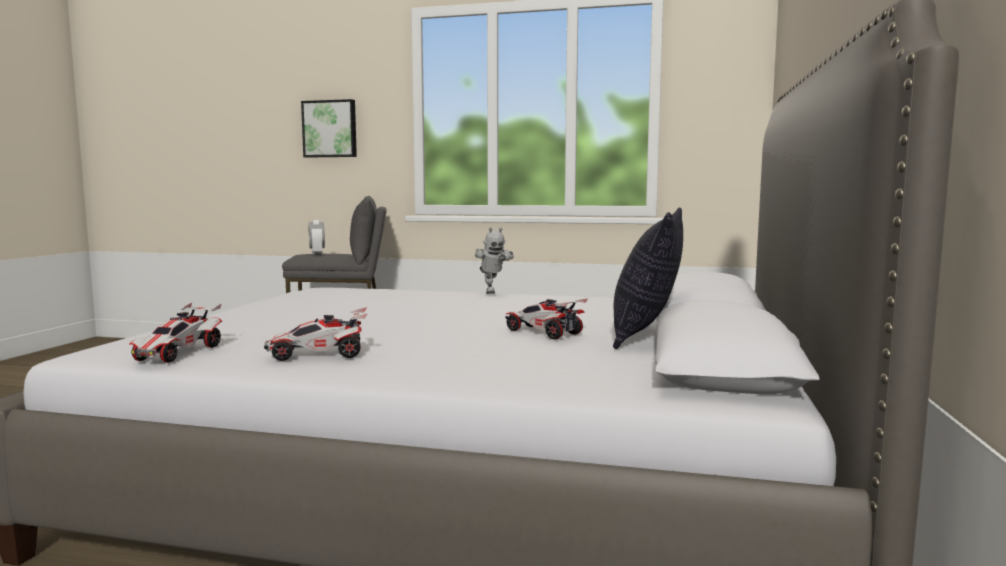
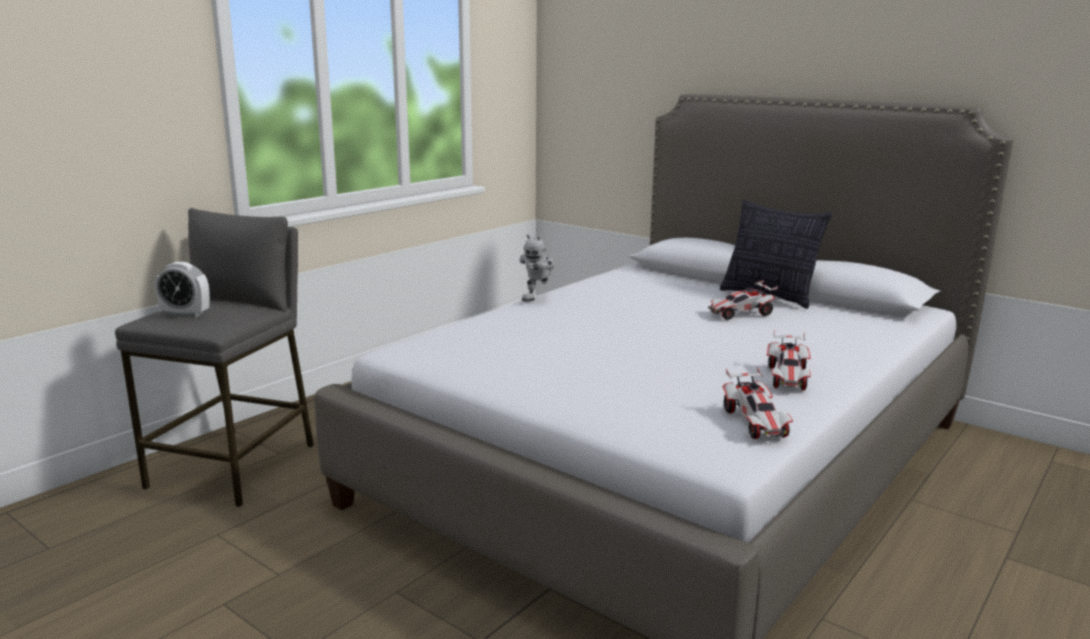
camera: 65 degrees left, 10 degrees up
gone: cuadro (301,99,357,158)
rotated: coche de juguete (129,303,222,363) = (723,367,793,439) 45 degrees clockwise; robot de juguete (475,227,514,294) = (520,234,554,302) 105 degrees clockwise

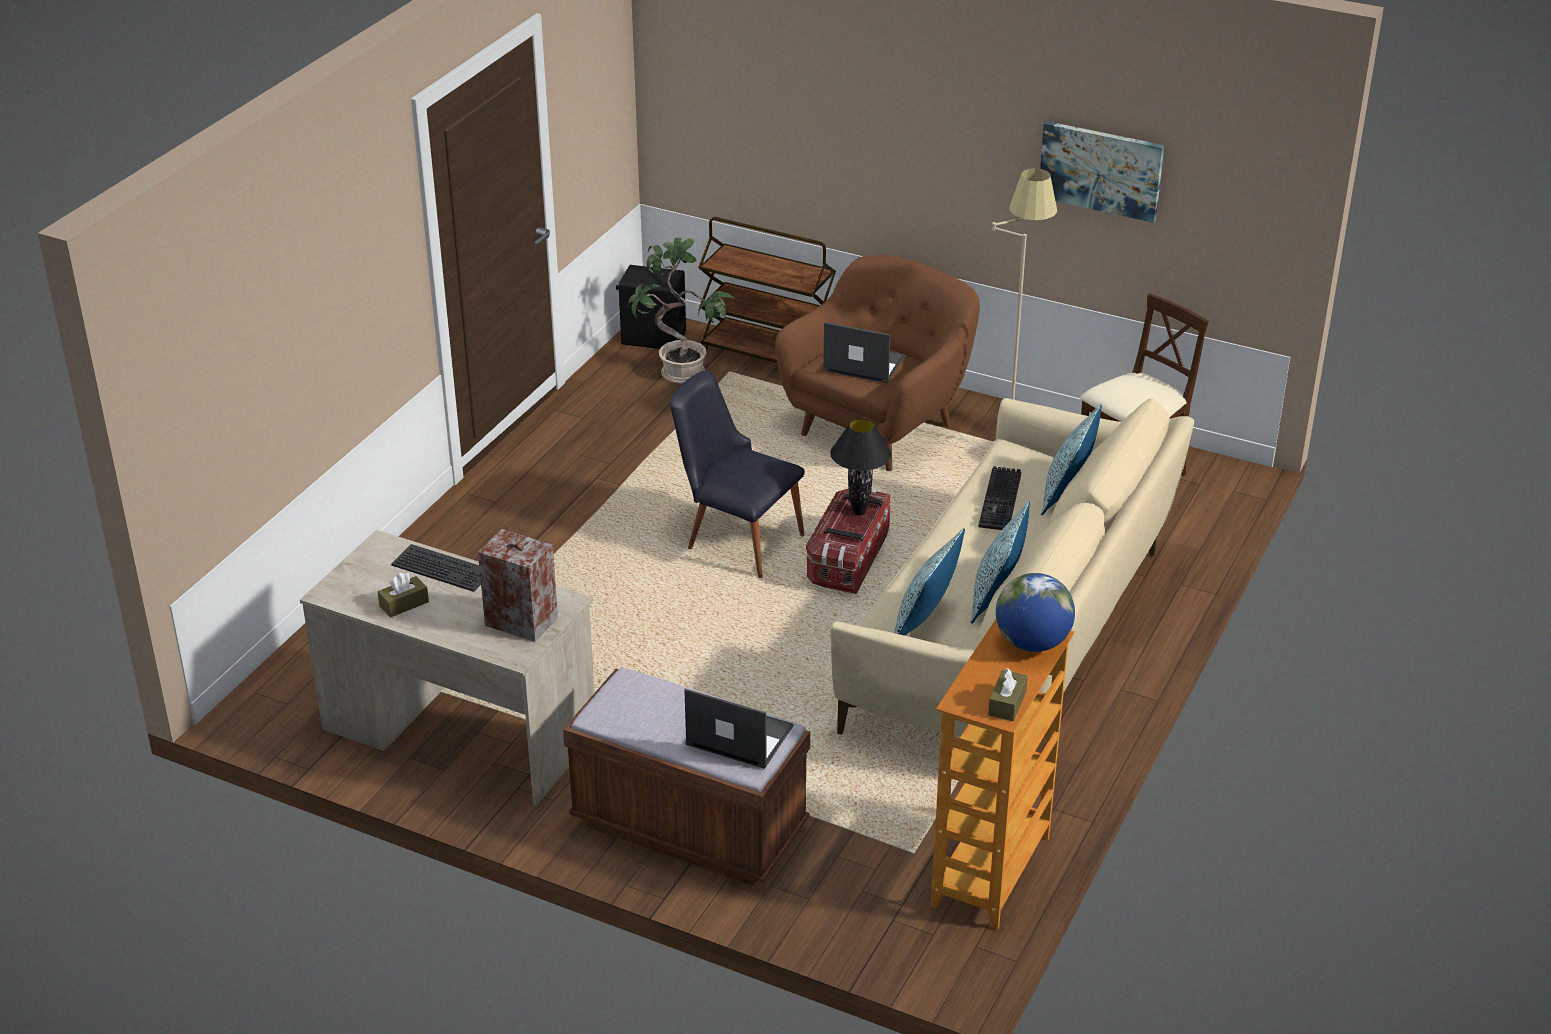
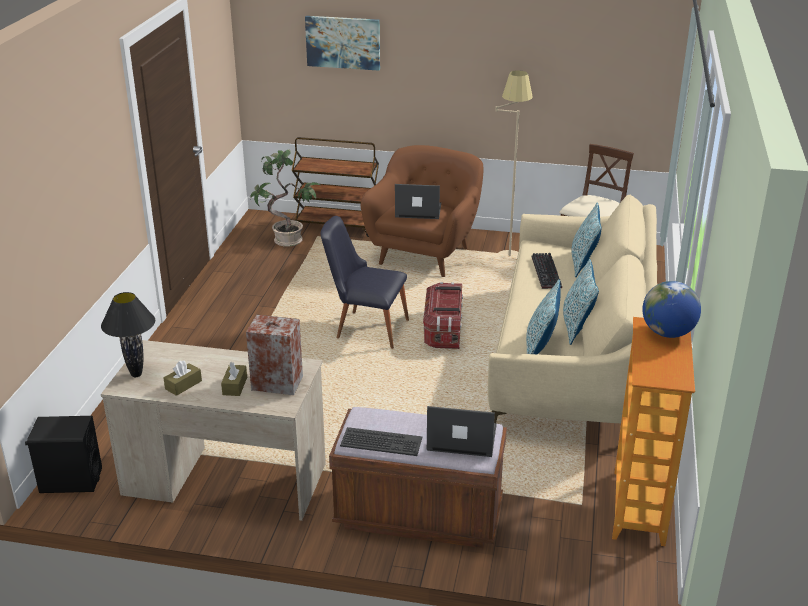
camera: 15 degrees left, 5 degrees down
shifted: teclado (391,544,481,592) to (340,427,423,456); altavoz [negro] (616,265,686,349) to (25,416,102,493); lámpara de mesa [negro] (830,418,891,515) to (101,292,155,377); caja de pañuelos [marrón] (988,668,1028,721) to (221,362,247,396); cuadro (1040,121,1164,223) to (305,16,380,71)

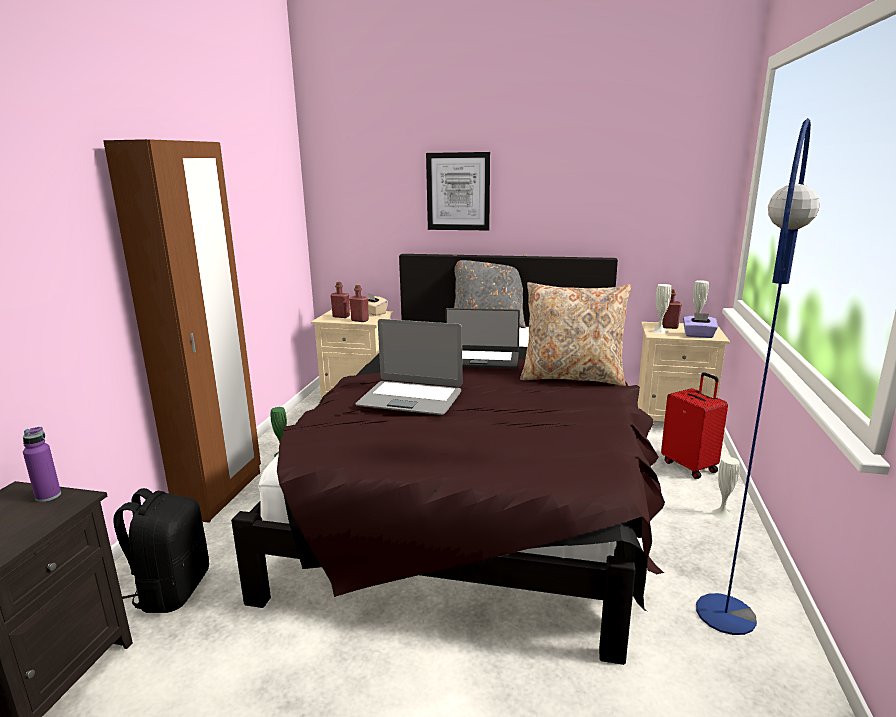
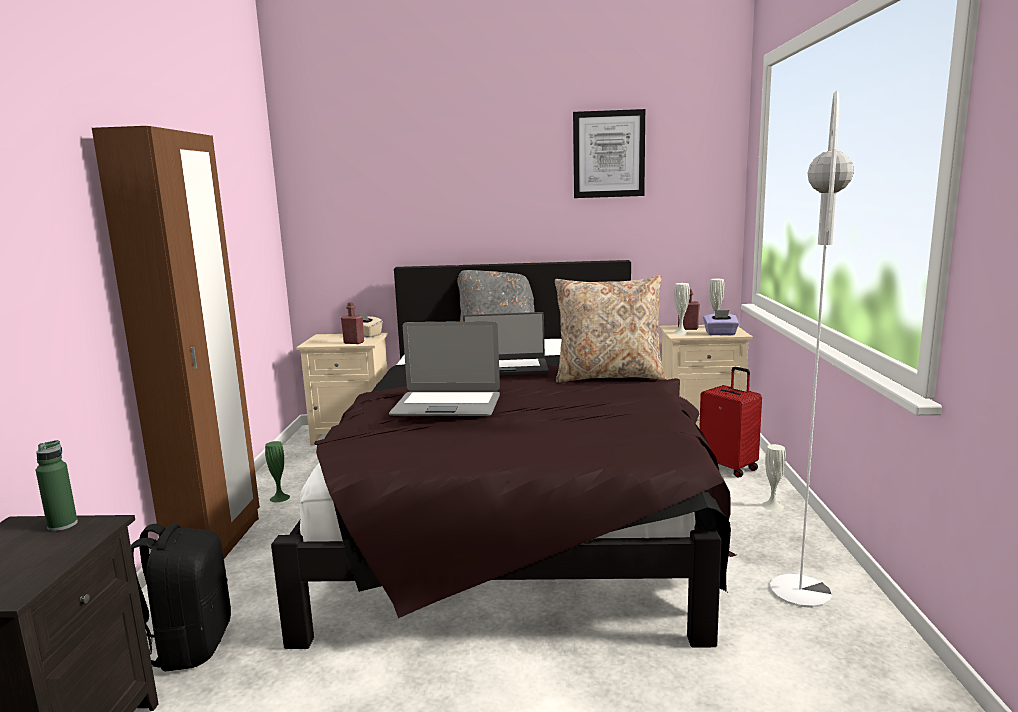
camera: 10 degrees left, 5 degrees down
gone: botella [rojo] (330,282,350,318)
shifted: cuadro (426,152,490,230) to (573,109,645,198)
repainted: botella [morado] (23,427,61,502) to botella [verde] (36,440,78,531); lámpara de pie [azul] (696,118,819,635) to lámpara de pie [blanco] (770,91,854,608)

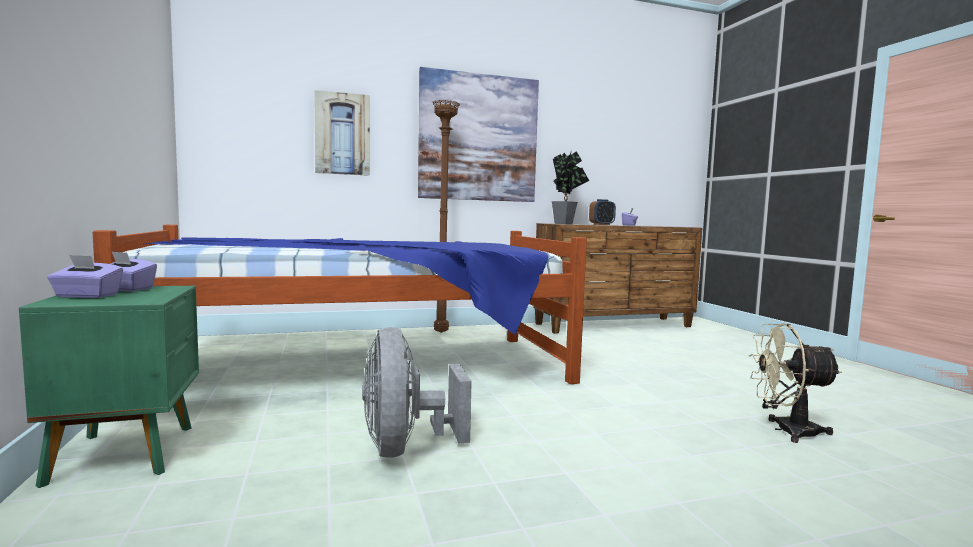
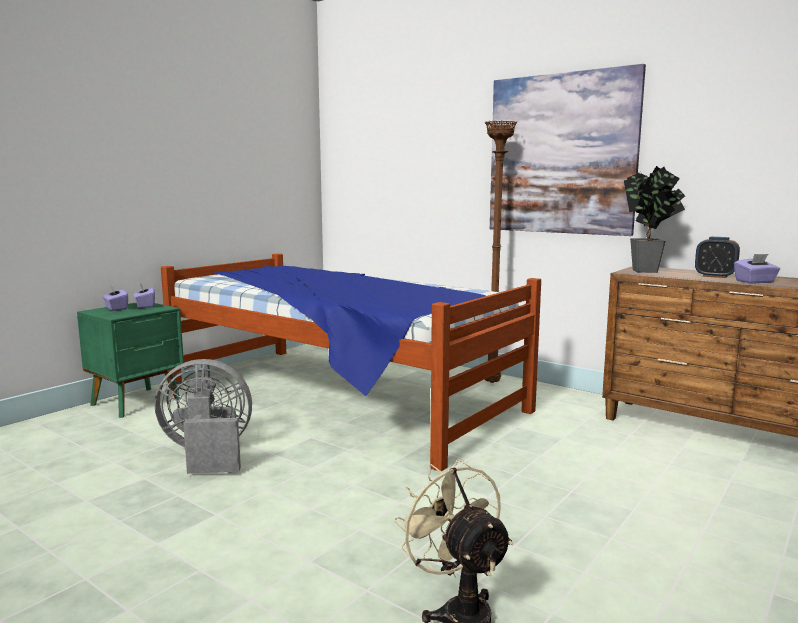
camera: 55 degrees right, 5 degrees up
gone: cuadro (314,90,370,176)
rotated: ventilador [gris] (362,327,472,458) = (155,359,252,474) 45 degrees clockwise

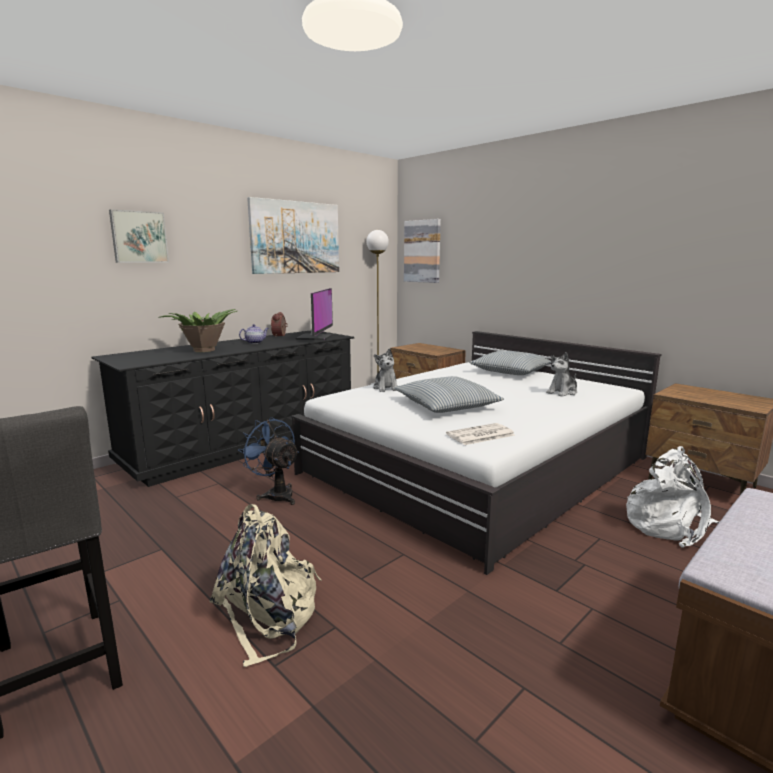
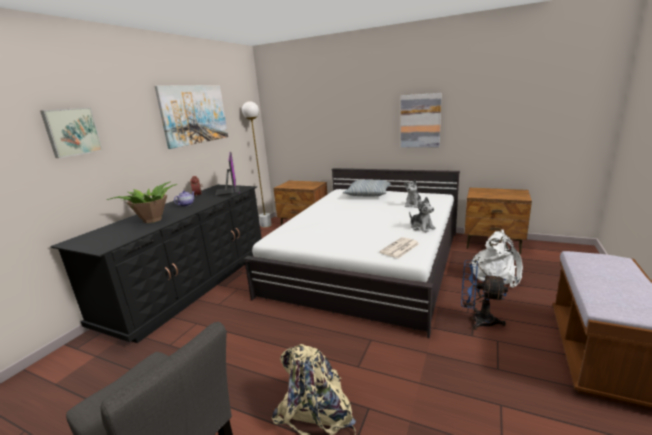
camera: 20 degrees left, 5 degrees up
gone: cojín (394,376,504,413)
shifted: ventilador [azul] (238,417,299,505) to (461,260,508,330); peluche (373,348,398,392) to (409,197,436,232); cuadro (404,219,441,283) to (401,93,442,148)

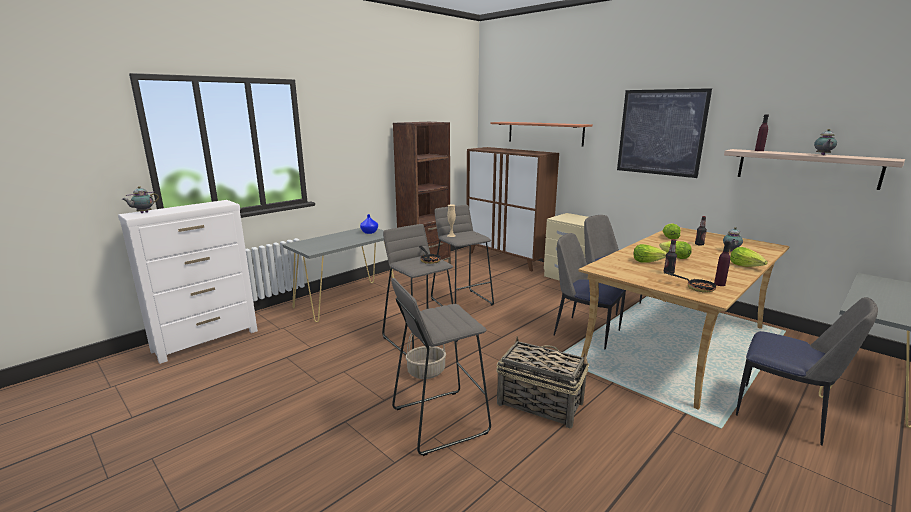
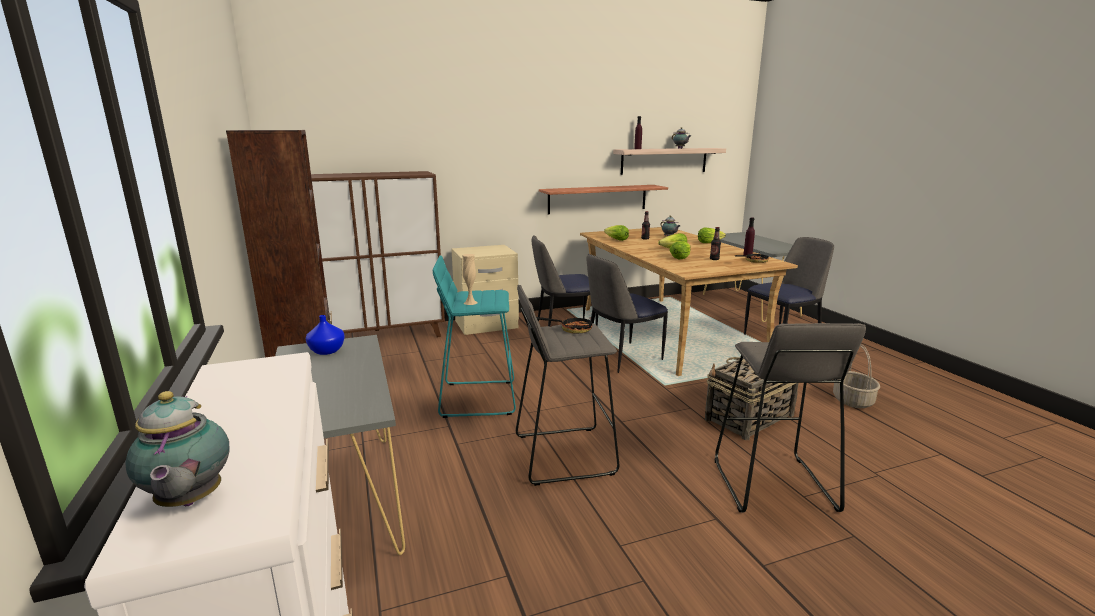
camera: 65 degrees left, 0 degrees up
gone: cuadro (617,88,712,178)
shifted: cesta (405,333,446,379) to (833,344,880,408); estante (491,122,593,146) to (539,185,668,214)
repainted: taburete [gris] (431,205,494,306) to taburete [turquesa] (433,255,516,418)

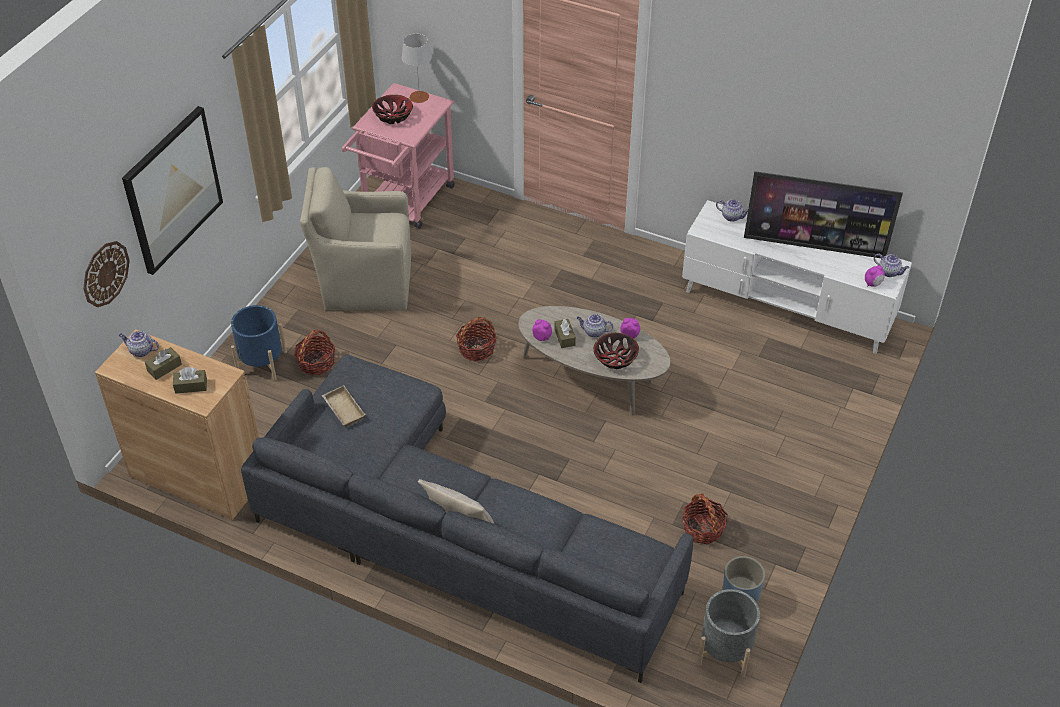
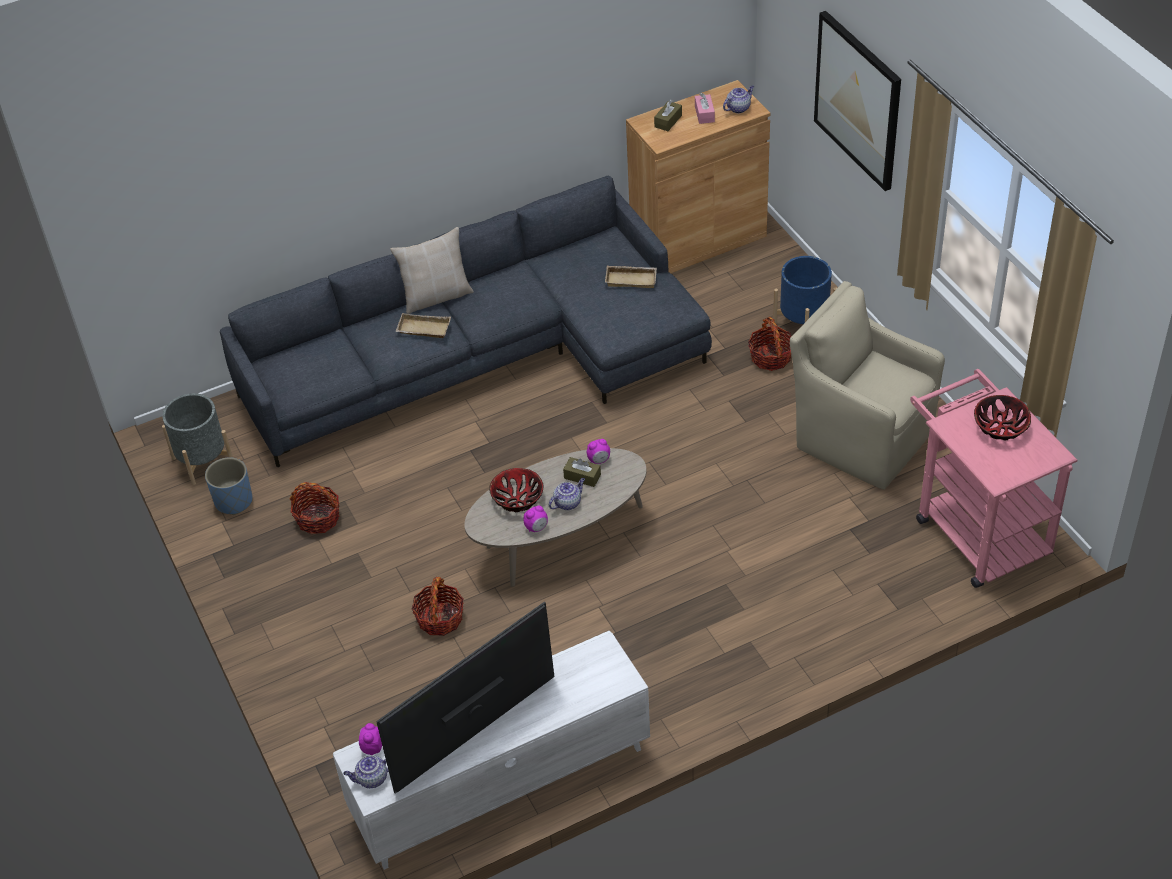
camera: 130 degrees right, 0 degrees up
gone: reloj de pared (83,241,130,307); lámpara de mesa [gris] (402,34,432,103); tetera (716,199,748,222)
new: bandeja [beis] (395,313,451,338)
shifted: cesta (456,317,497,362) to (411,577,464,636)
repainted: caja de pañuelos [marrón] (145,347,182,380) to caja de pañuelos [rosa] (695,93,715,124)
rotated: sillón [beis] (300,167,411,311) = (790,281,945,489) 90 degrees counterclockwise

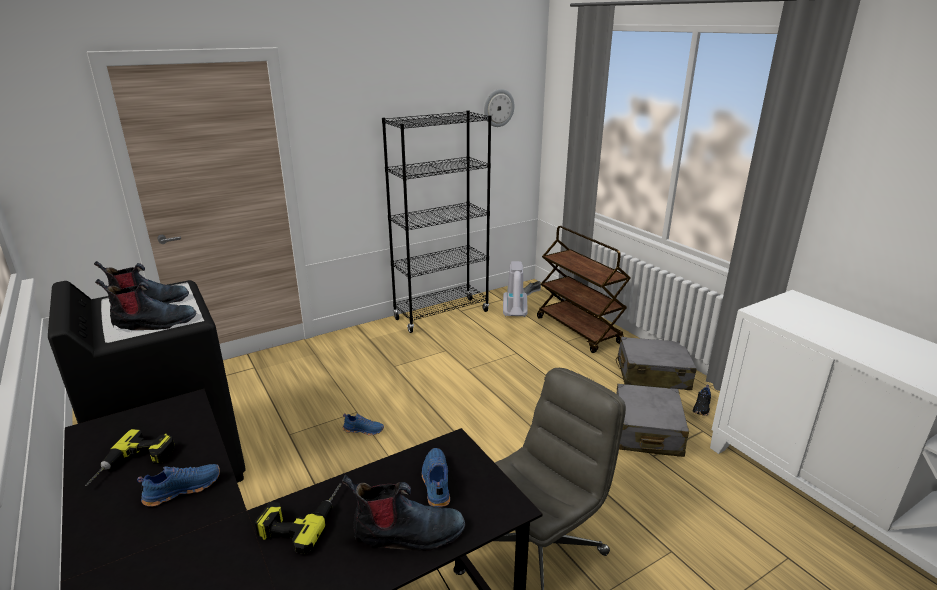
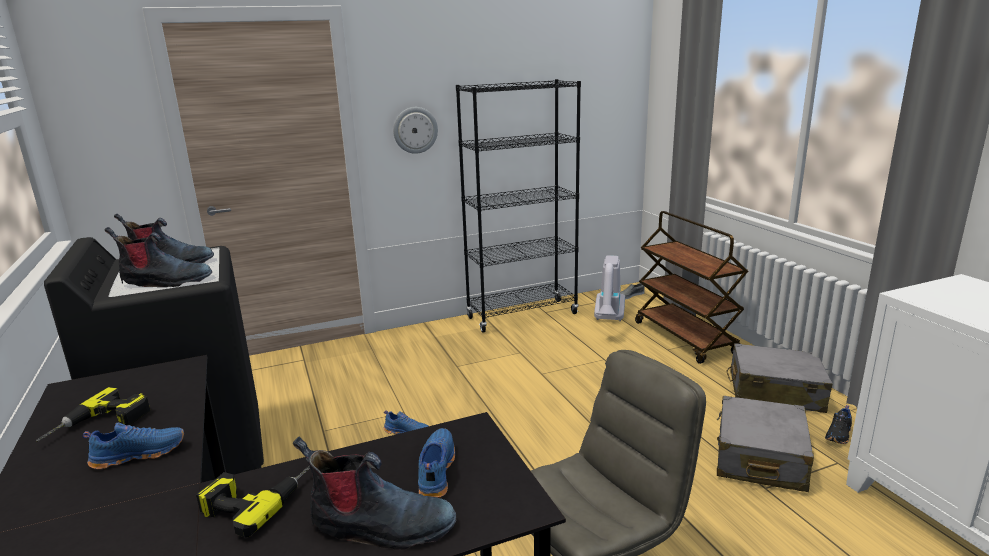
camera: 10 degrees right, 5 degrees down
shifted: reloj de pared (484,89,515,127) to (393,107,438,154)

